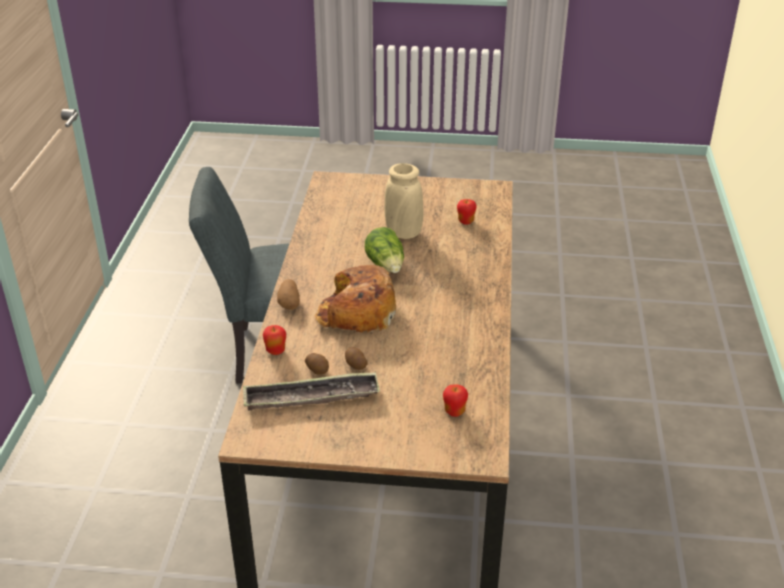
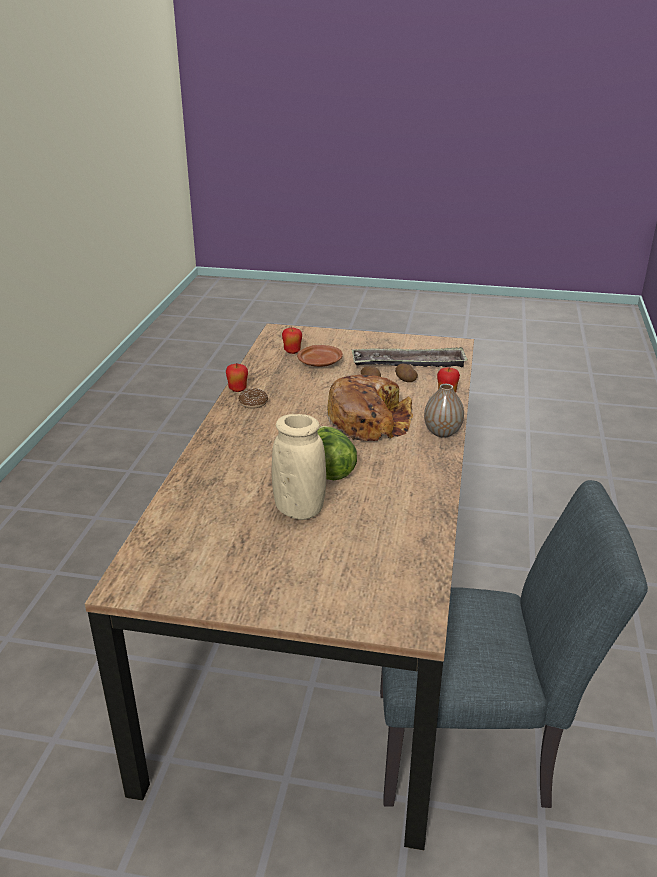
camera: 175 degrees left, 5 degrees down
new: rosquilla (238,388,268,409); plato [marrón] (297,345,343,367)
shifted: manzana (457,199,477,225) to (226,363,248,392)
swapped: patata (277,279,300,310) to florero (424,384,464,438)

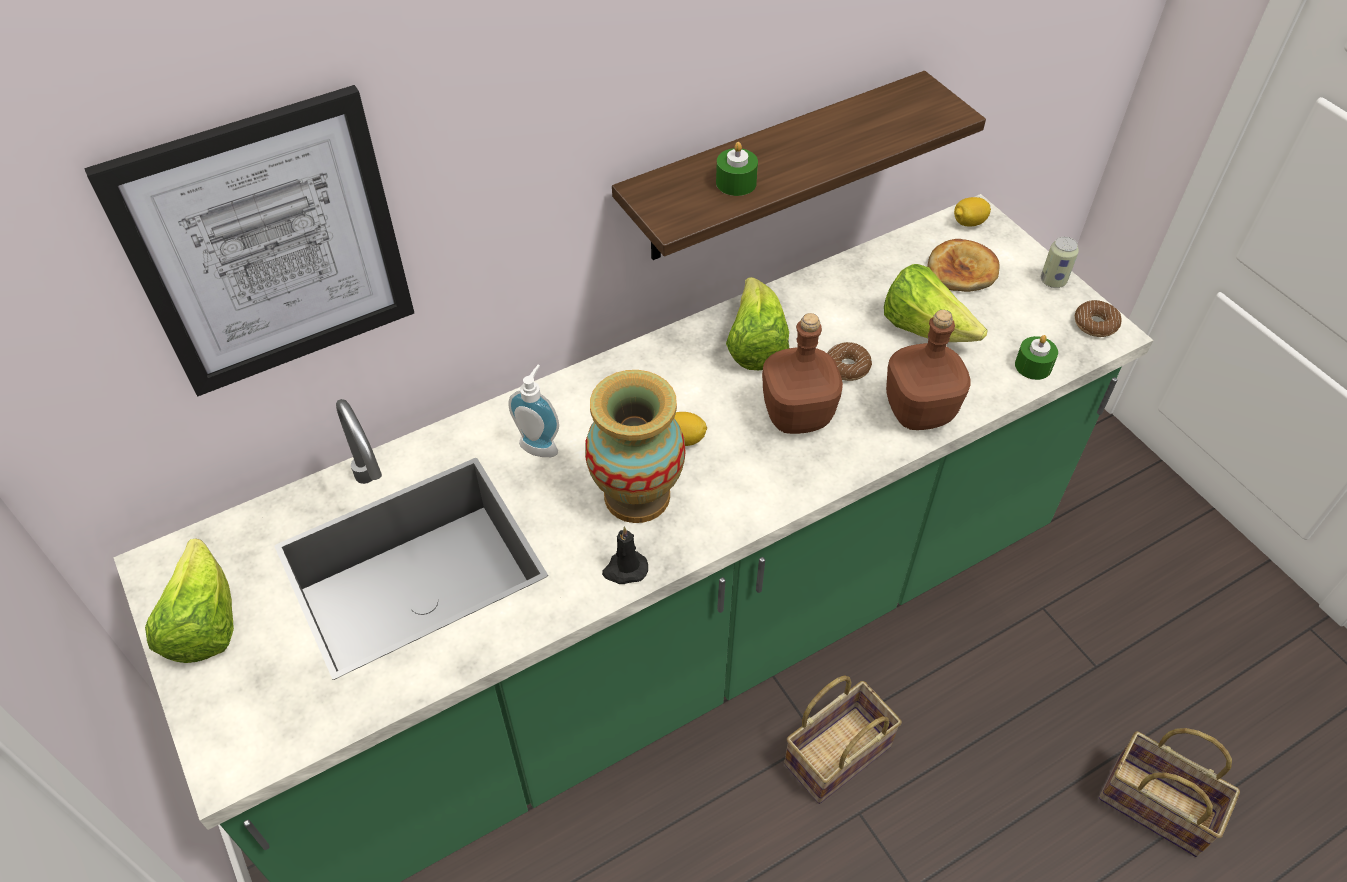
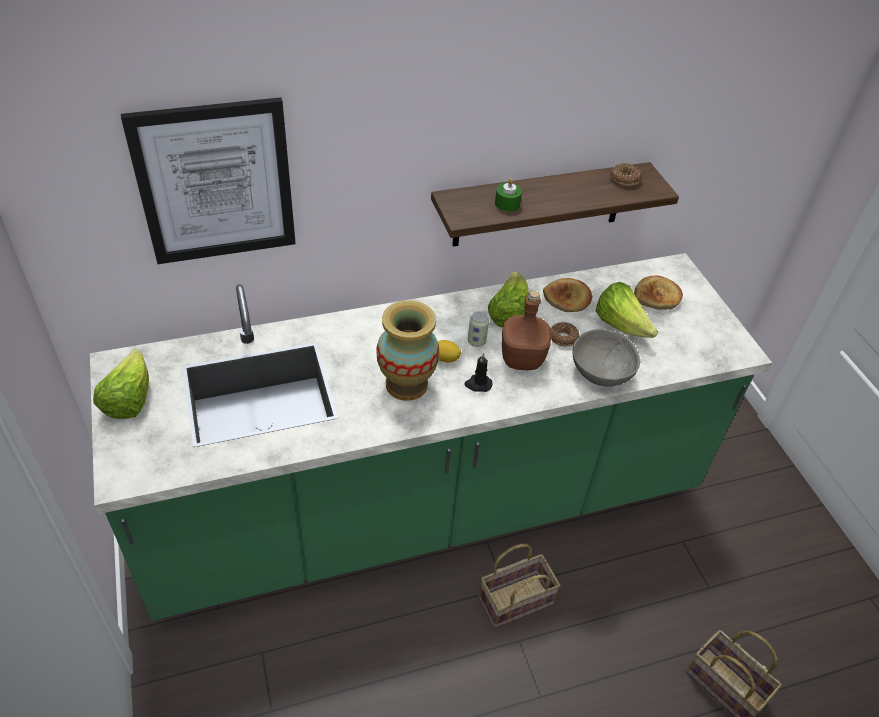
camera: 10 degrees right, 5 degrees down
gone: dispensador de jabón (508,365,559,457); limón (954,197,991,227); vela [verde] (1015,335,1058,380)
new: pan (543,278,592,312)
shifted: vela [negro] (602,526,648,584) to (464,353,492,392); lata (1041,237,1079,288) to (468,312,489,347); rosquilla (1075,300,1122,337) to (611,163,642,186)
swapped: botella [marrón] (886,310,971,430) to cuenco [gris] (573,329,640,387)

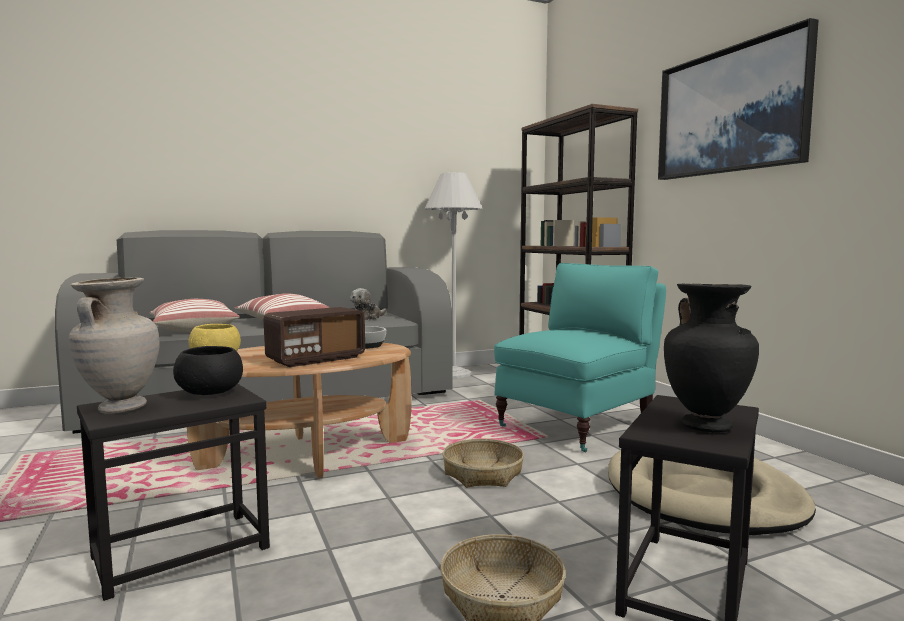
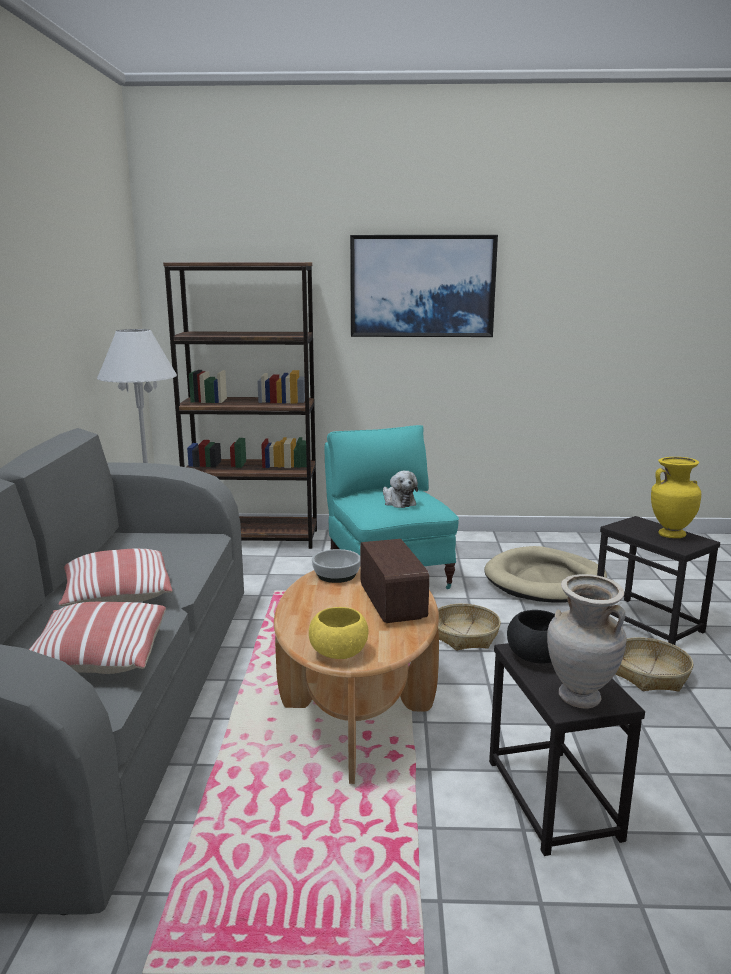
camera: 65 degrees left, 10 degrees up
shifted: peluche (350,288,386,320) to (383,471,418,508)
repainted: florero [negro] (664,284,759,432) to florero [amarillo] (651,457,701,538)

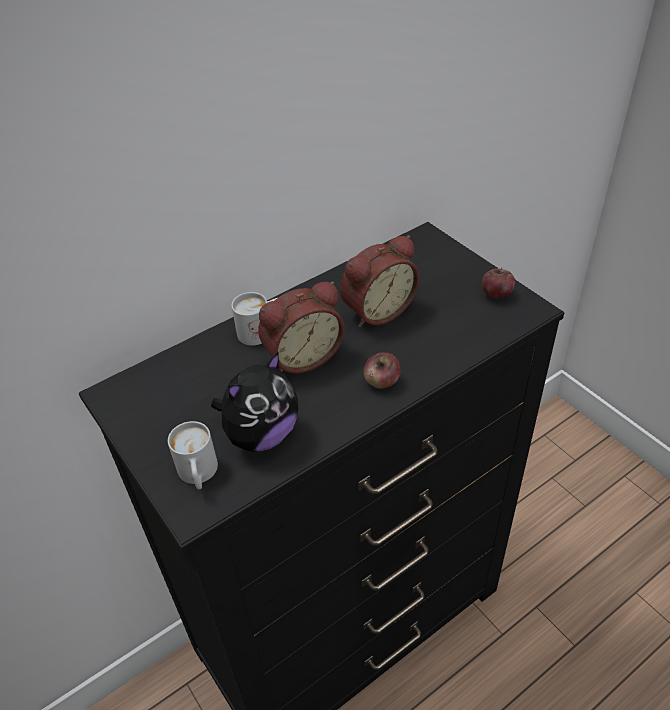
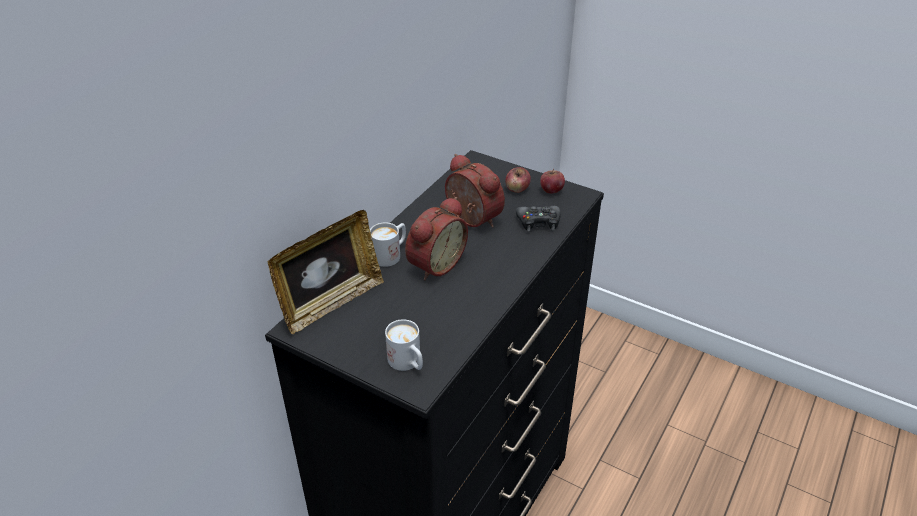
camera: 25 degrees left, 5 degrees down
gone: peluche (211,351,298,452)
new: portarretratos (268,210,384,334); mando de consola [negro] (516,206,561,232)
shifted: manzana (364,352,401,389) to (505,167,531,193)
rotated: despertador (340,235,419,327) = (445,154,505,228) 75 degrees counterclockwise

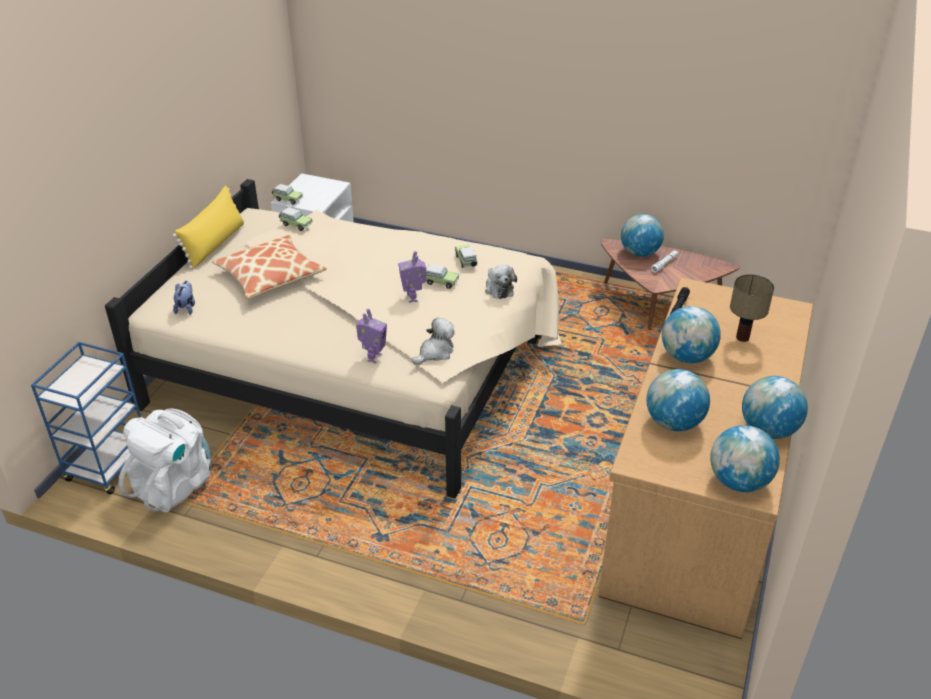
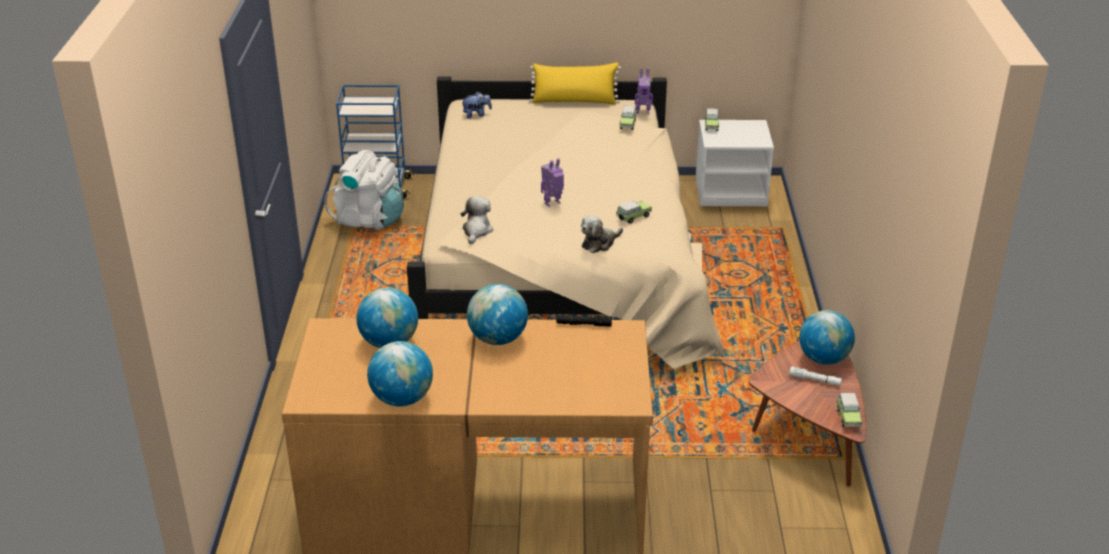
camera: 70 degrees right, 5 degrees down
gone: cojín (212,235,327,299); globo terráqueo (710,425,780,492); lámpara de mesa (730,274,774,342)
shifted: robot de juguete (356,309,387,363) to (635,68,653,114); coche de juguete (426,264,459,289) to (836,393,862,427)
rotated: peluche (412,317,455,365) = (461,196,493,244) 105 degrees counterclockwise

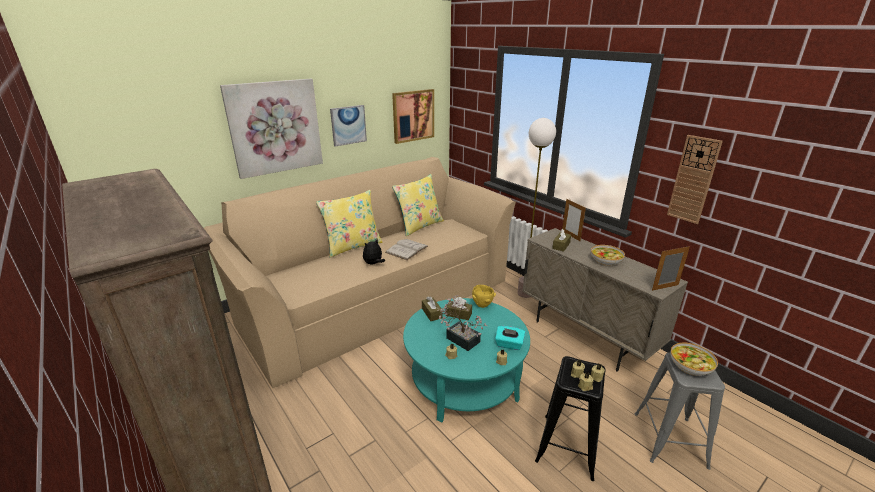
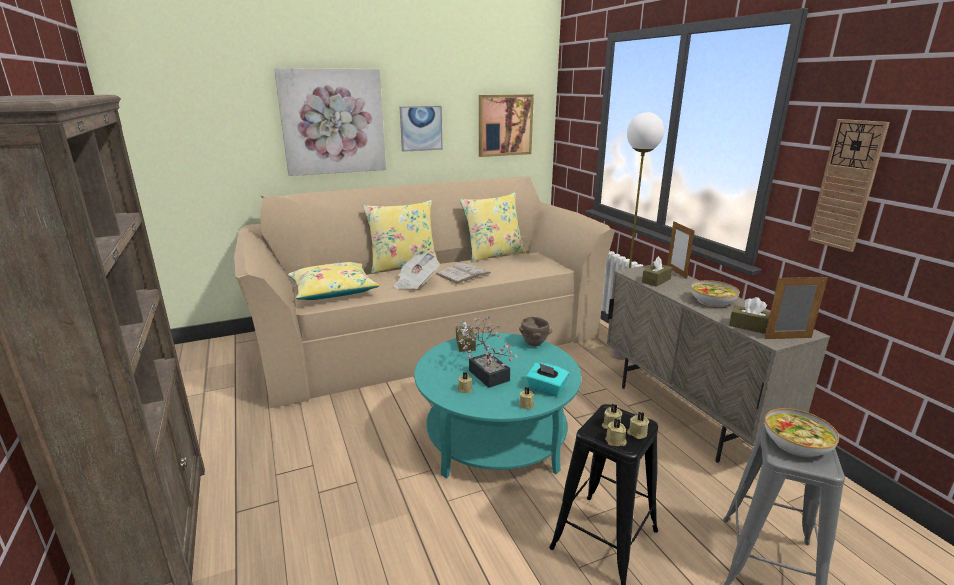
camera: 15 degrees right, 5 degrees down
new: cojín [amarillo] (288,262,379,300)
shifted: caja de pañuelos [marrón] (446,297,472,320) to (729,297,770,334)
swapped: peluche (363,239,385,265) to periódico (394,253,440,289)
repainted: cuenco [amarillo] (472,285,496,308) to cuenco [marrón] (519,317,553,346)

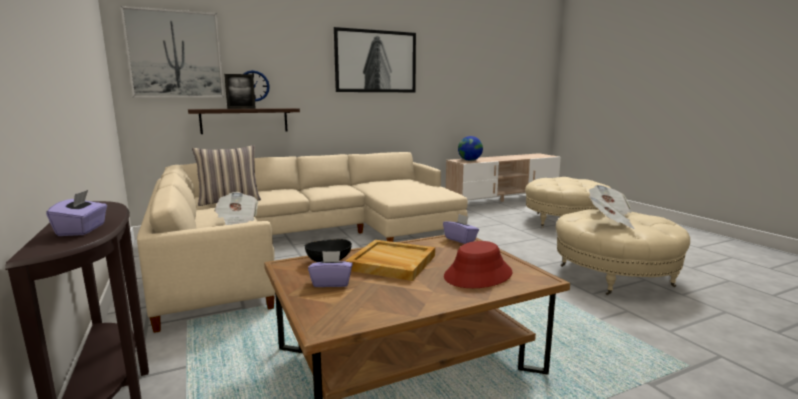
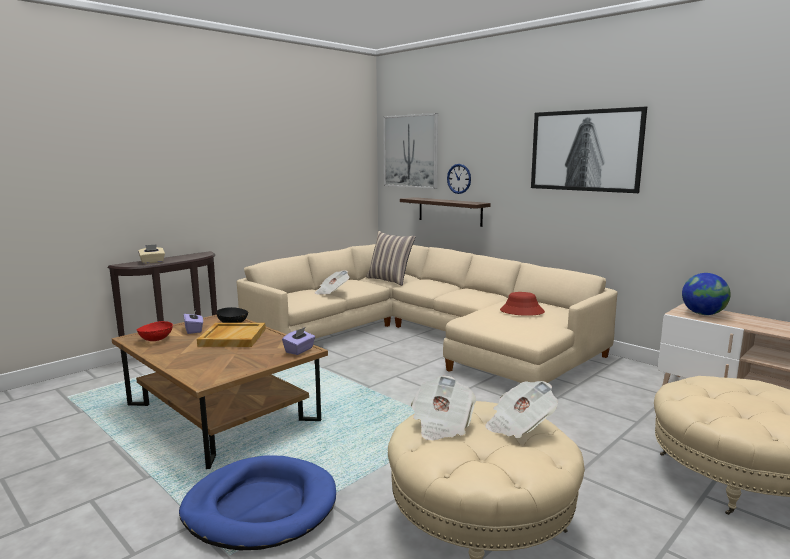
camera: 70 degrees right, 0 degrees up
gone: portarretratos (224,74,256,109)
new: cuenco [rojo] (137,321,173,341); cama para perro [azul] (179,455,336,550)
shifted: sombrero [rojo] (444,241,512,288) to (500,292,545,316)
repainted: caja de pañuelos [morado] (46,190,107,236) to caja de pañuelos [beis] (138,245,165,264)

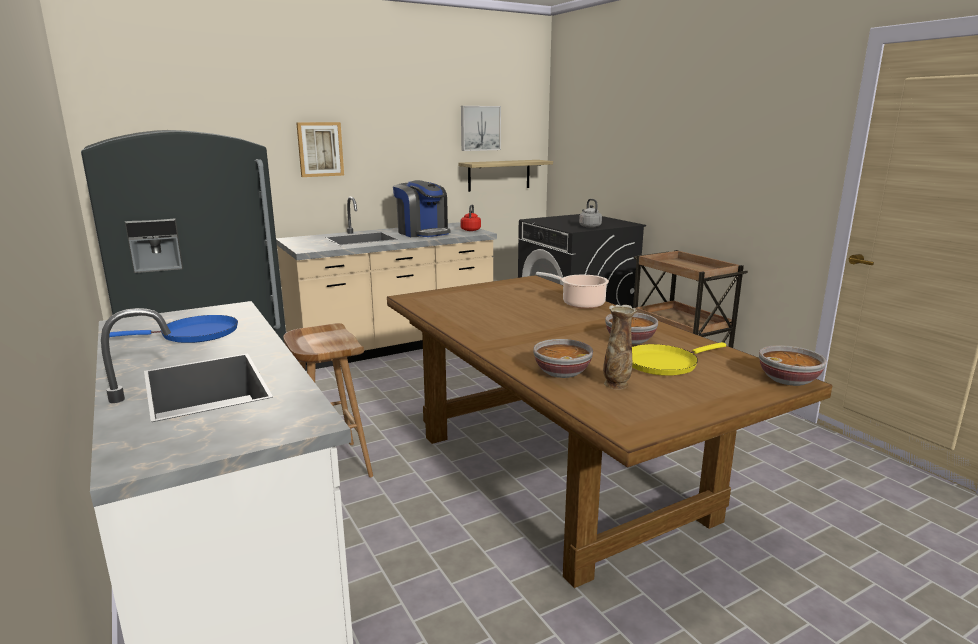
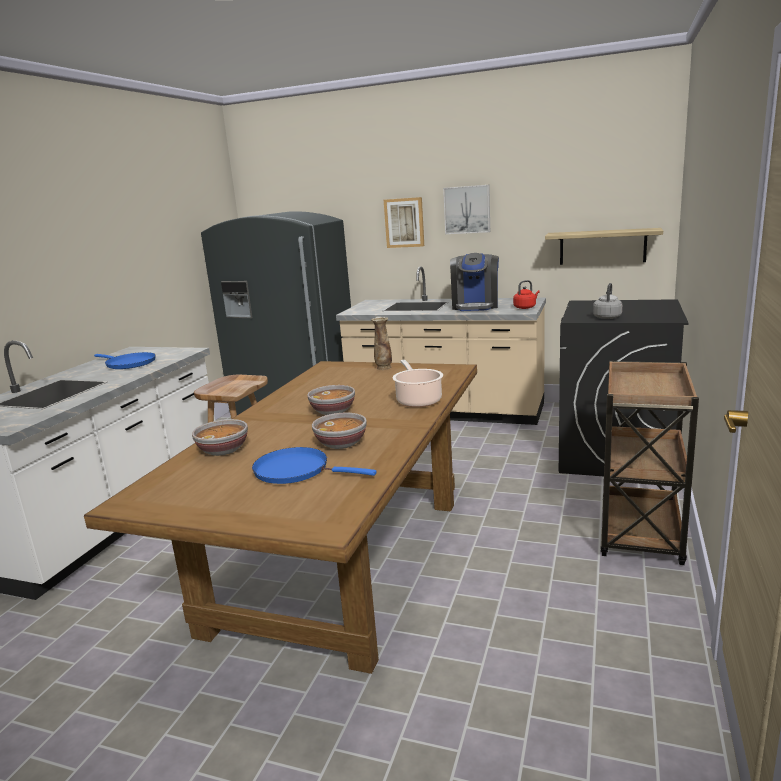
camera: 50 degrees right, 0 degrees up
shifted: cuadro (461,106,501,151) to (443,185,490,234); florero (603,305,637,390) to (371,317,392,370); cuenco (759,345,826,386) to (307,385,355,415)
repainted: sartén [amarillo] (632,342,726,376) to sartén [azul] (252,447,377,484)

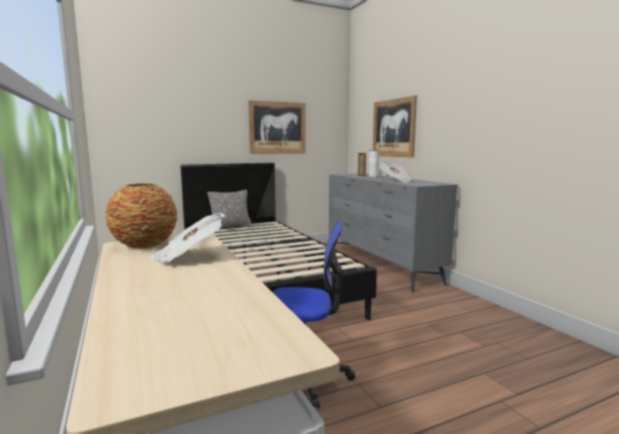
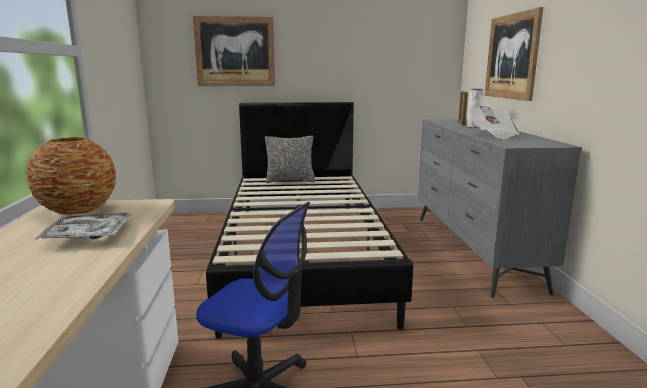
camera: 20 degrees right, 5 degrees up
shifted: cuadro (248,100,306,154) to (193,16,275,86)
swapped: periódico (149,213,225,263) to bandeja (35,212,132,240)

